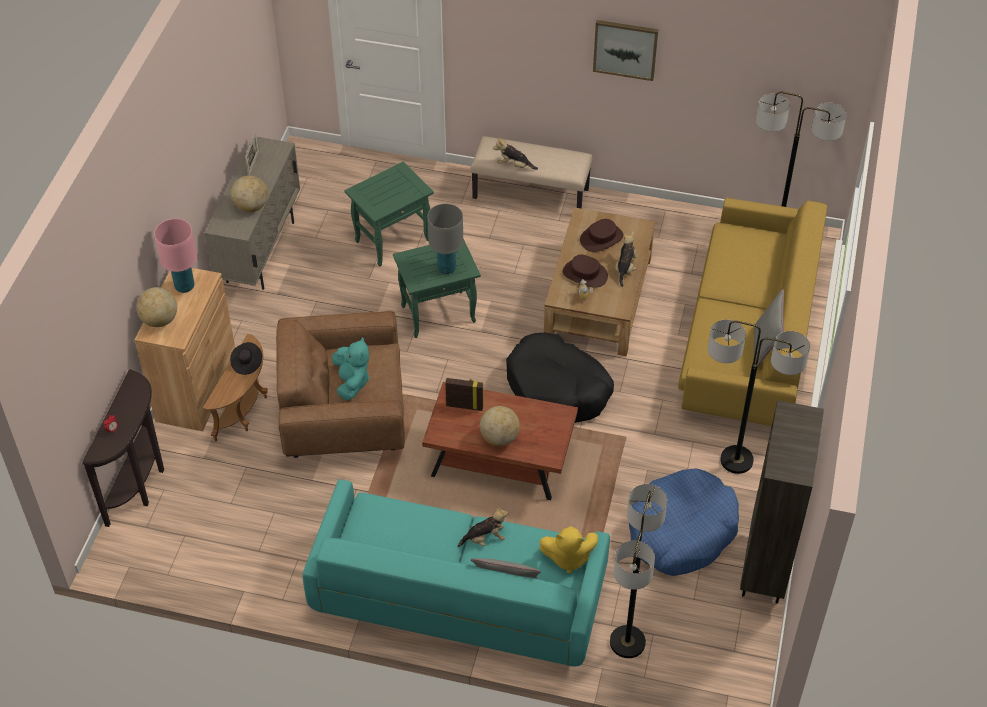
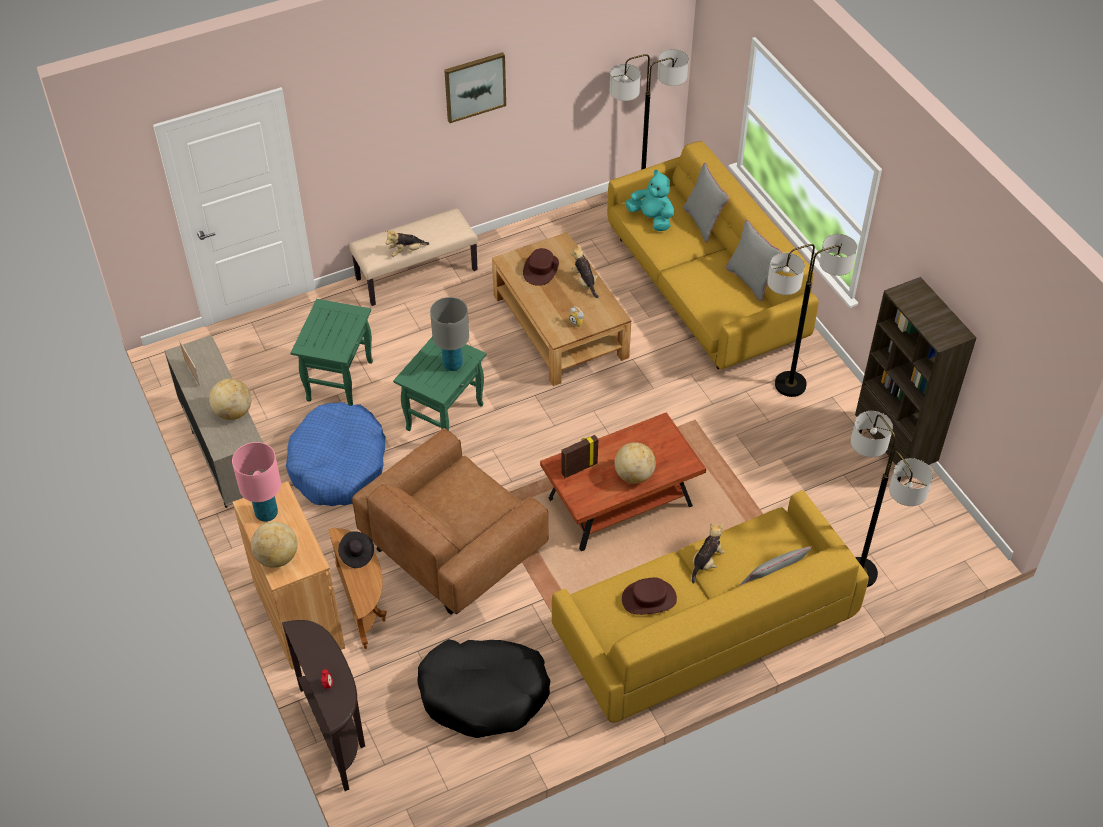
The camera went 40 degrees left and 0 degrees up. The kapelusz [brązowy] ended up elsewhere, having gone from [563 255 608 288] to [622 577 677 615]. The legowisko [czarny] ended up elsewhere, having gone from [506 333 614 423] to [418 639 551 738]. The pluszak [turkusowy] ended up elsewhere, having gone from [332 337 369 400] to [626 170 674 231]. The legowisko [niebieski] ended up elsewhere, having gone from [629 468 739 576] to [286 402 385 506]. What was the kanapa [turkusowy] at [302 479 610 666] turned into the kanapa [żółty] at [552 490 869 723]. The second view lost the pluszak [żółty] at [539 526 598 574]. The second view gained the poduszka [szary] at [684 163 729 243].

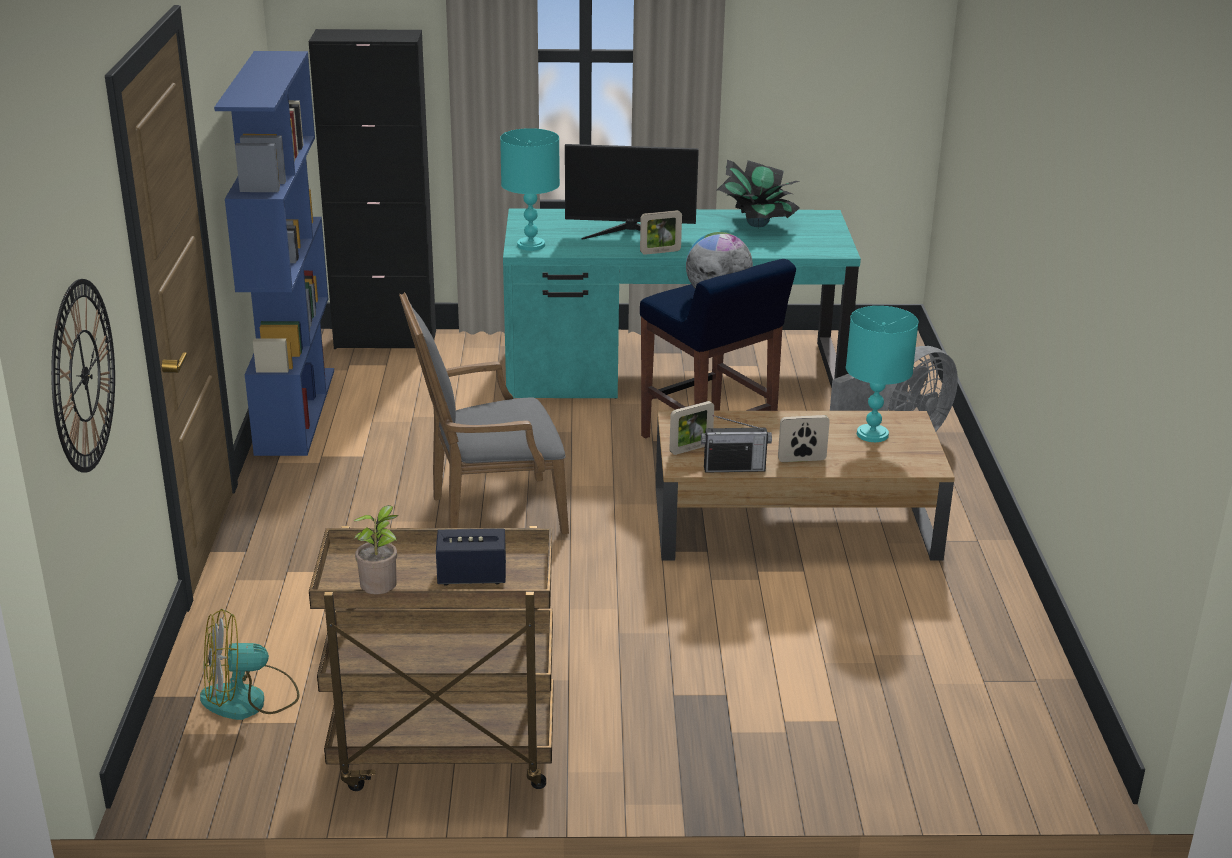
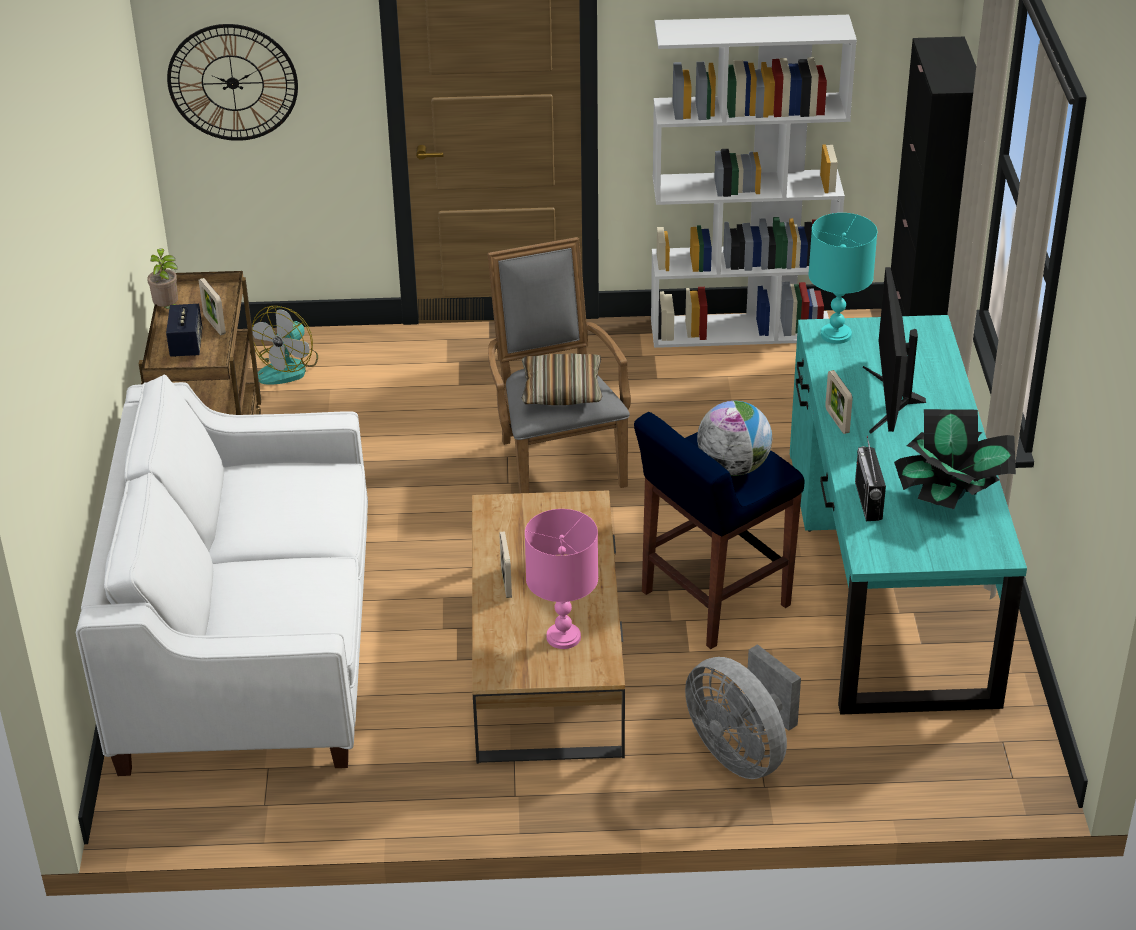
The camera went 90 degrees right and 10 degrees up. What was the regał [niebieski] at [214 51 334 456] turned into the regał [biały] at [651 15 857 348]. What was the lampa stołowa [turkusowy] at [846 306 918 442] turned into the lampa stołowa [różowy] at [525 509 598 649]. The ramka na zdjęcie ended up elsewhere, having gone from [669 401 714 455] to [199 278 226 335]. The radio ended up elsewhere, having gone from [701 415 772 473] to [855 436 886 521]. The wentylator at [200 609 300 720] ended up facing another way, 135 degrees counterclockwise from before. The second view gained the poduszka at [521 353 602 405]. The second view gained the kanapa [biały] at [76 375 368 776].

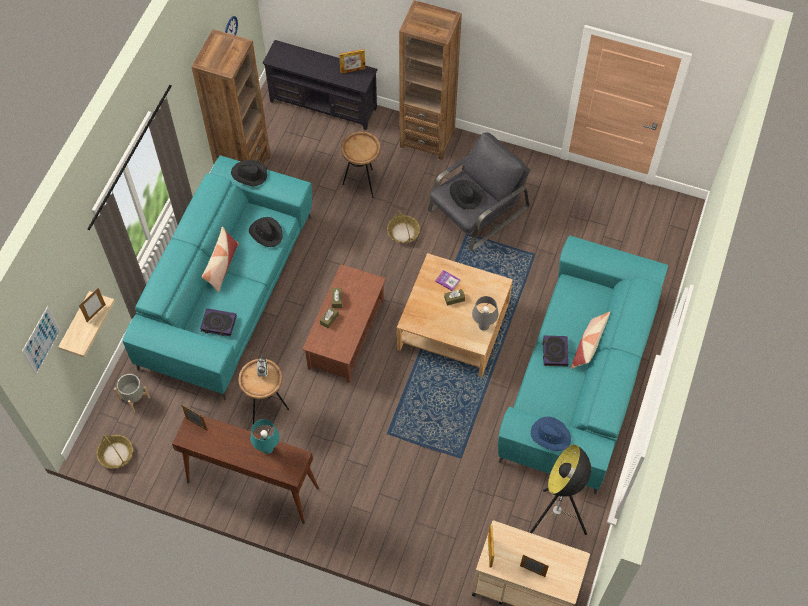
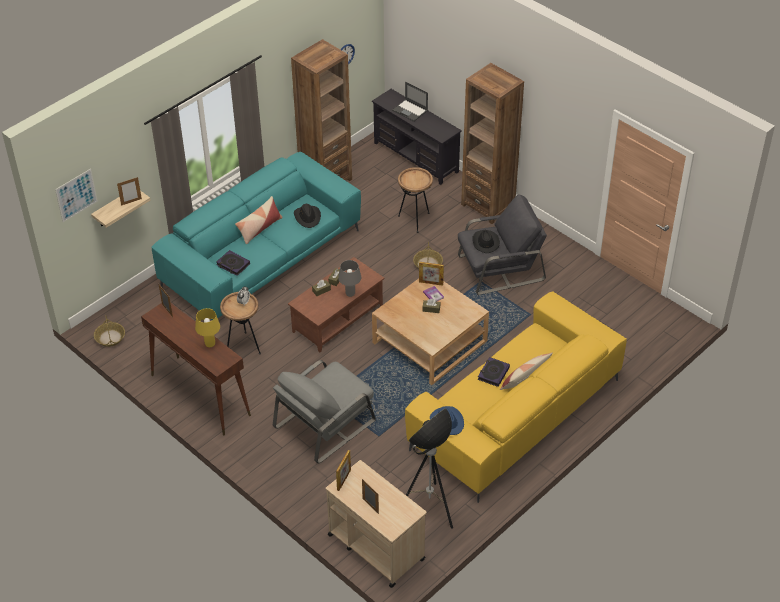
The camera went 25 degrees right and 15 degrees down. The ramka na zdjęcie ended up elsewhere, having gone from [339 49 365 73] to [419 262 444 286]. The second view lost the kapelusz [czarny] at [231 160 267 186]. What was the kanapa [turkusowy] at [498 236 668 494] turned into the kanapa [żółty] at [405 291 627 503]. The lampa stołowa [szary] ended up elsewhere, having gone from [472 296 498 331] to [338 260 361 297]. The second view lost the donica [szary] at [114 374 150 412]. What was the lampa stołowa [turkusowy] at [251 419 280 454] turned into the lampa stołowa [żółty] at [195 308 220 347]. The second view gained the laptop at [392 82 428 122]. The second view gained the fotel [szary] at [273 360 376 463].

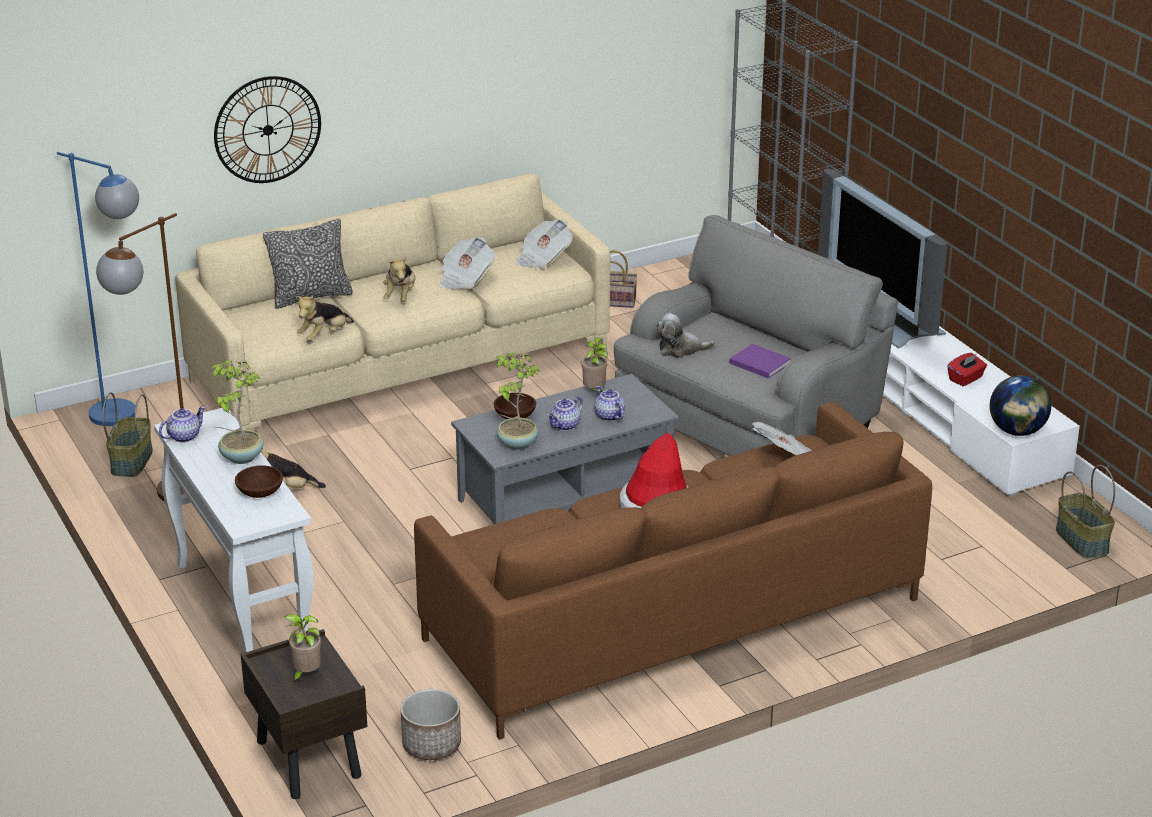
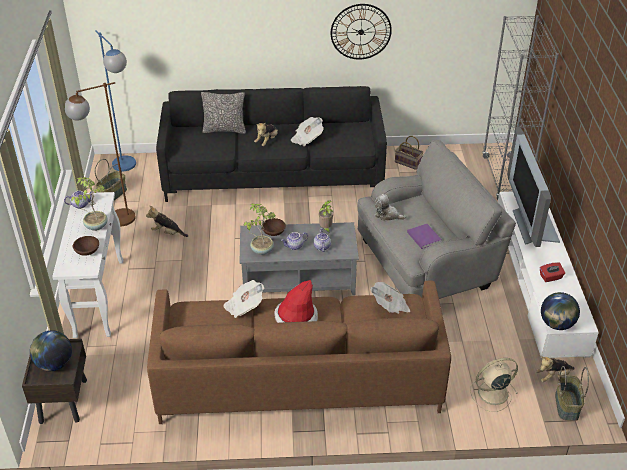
The camera went 25 degrees right and 10 degrees up. The zegar ścienny ended up elsewhere, having gone from [214 76 321 183] to [331 4 392 60]. What was the kanapa [beżowy] at [176 174 610 430] turned into the kanapa [czarny] at [156 86 387 202]. The gazeta ended up elsewhere, having gone from [515 219 573 269] to [223 280 264 318]. The pluszak ended up elsewhere, having gone from [295 296 354 341] to [536 356 575 382]. Where the roślina doniczkowa stood at [284 614 321 683], the globus came to stand at [30 330 72 371]. The second view lost the donica at [401 689 461 760]. The second view gained the wentylator [beżowy] at [470 358 518 412].

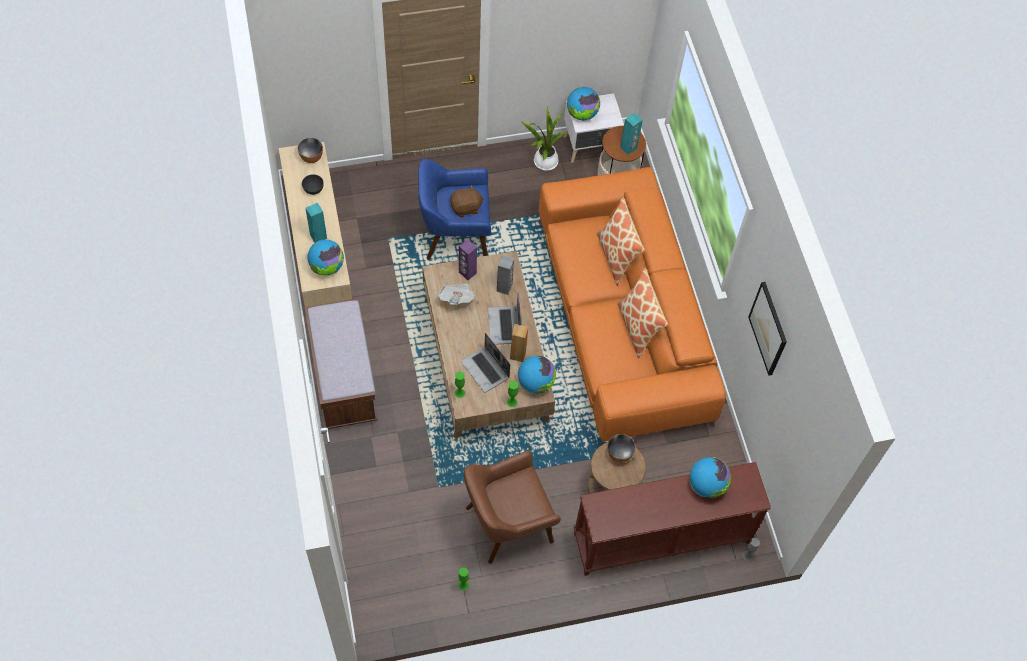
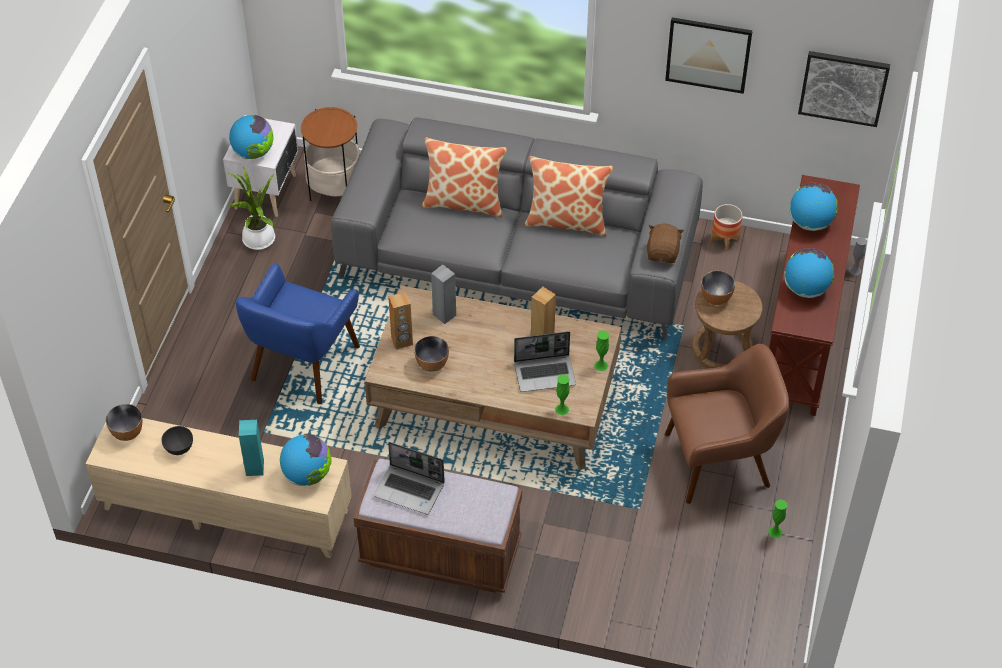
The camera went 60 degrees left and 10 degrees down. The second view lost the głośnik [turkusowy] at [620 113 643 155]. What was the kanapa [pomarańczowy] at [538 167 726 447] turned into the kanapa [szary] at [331 117 703 341]. The pluszak [brązowy] ended up elsewhere, having gone from [450 185 484 217] to [647 224 684 263]. What was the głośnik [fioletowy] at [459 239 477 280] turned into the głośnik [brązowy] at [388 292 413 349]. Where the gazeta stood at [438 283 475 305], the miska came to stand at [414 336 449 372]. The laptop ended up elsewhere, having gone from [488 293 521 344] to [374 442 445 515]. The globus ended up elsewhere, having gone from [518 355 556 394] to [784 248 834 298]. The fotel [brązowy] at [464 451 561 564] ended up facing another way, 105 degrees counterclockwise from before. The second view gained the obraz at [798 51 890 127]. The second view gained the donica at [711 204 743 251].

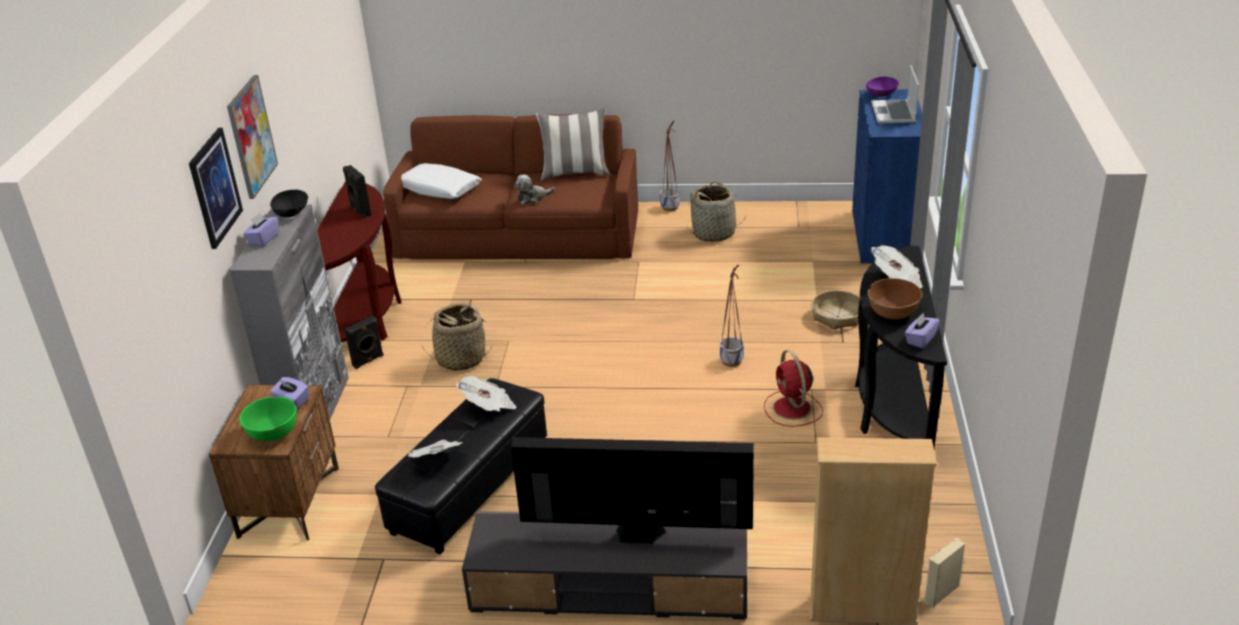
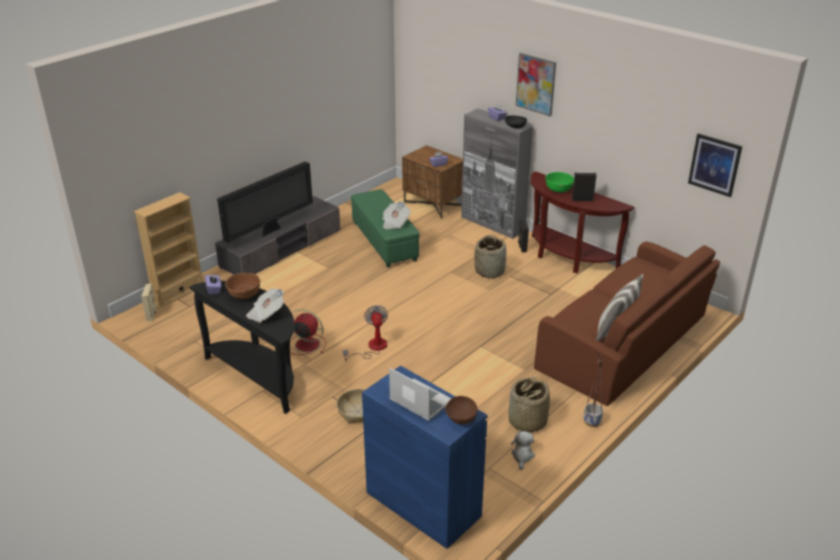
The camera went 125 degrees right and 0 degrees up. What was the miska [fioletowy] at [866 77 899 97] turned into the miska [brązowy] at [445 396 478 424]. The obraz ended up elsewhere, having gone from [189 128 243 249] to [688 133 742 197]. The second view lost the poduszka [biały] at [401 163 482 199]. The pluszak ended up elsewhere, having gone from [514 175 555 205] to [511 431 535 470]. Where the donica stood at [720 265 744 367], the wentylator came to stand at [343 305 388 361]. What was the pufa [czarny] at [375 378 547 554] turned into the pufa [zielony] at [351 189 420 268]. The miska [zielony] ended up elsewhere, having gone from [239 397 297 441] to [545 172 574 192]. The second view lost the gazeta at [408 440 463 458].

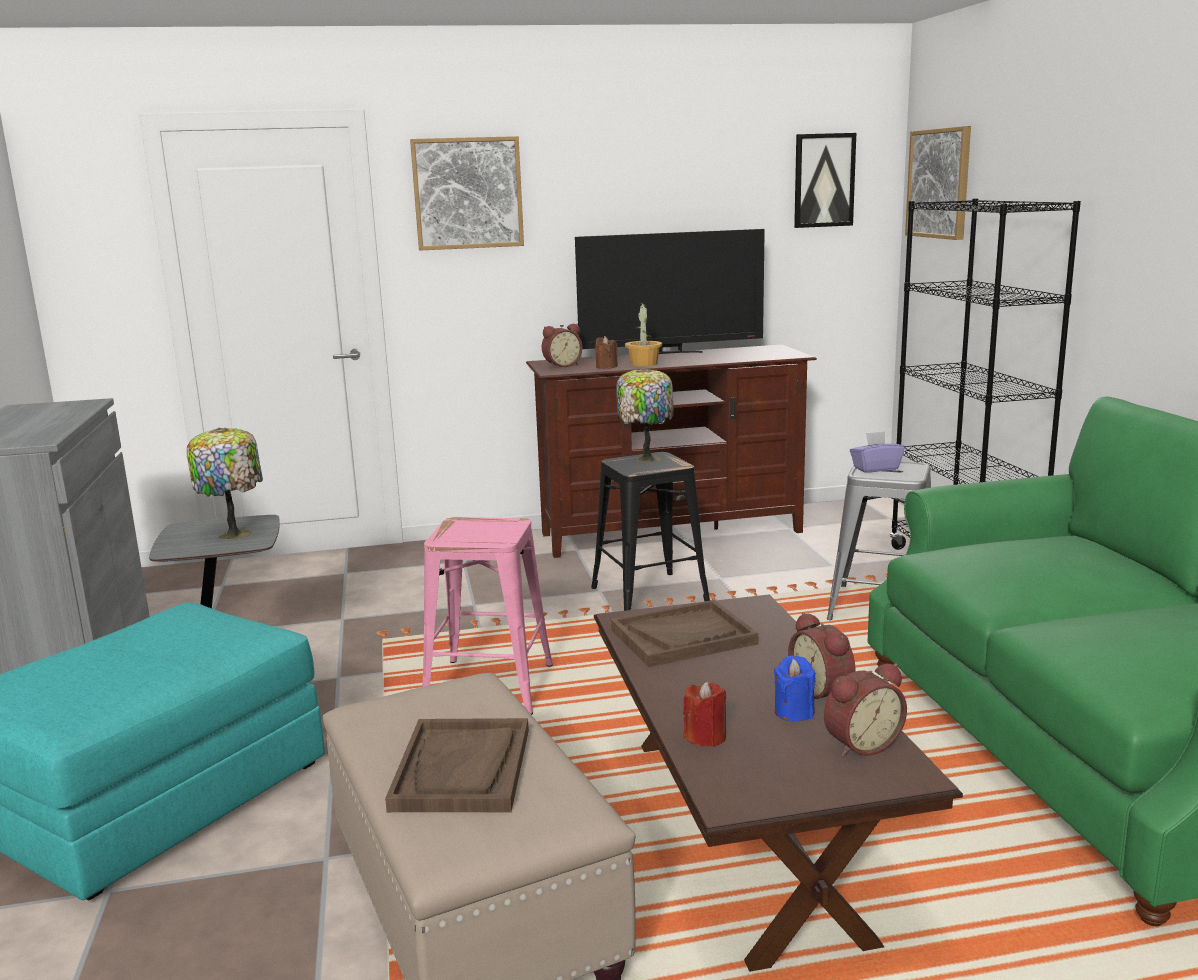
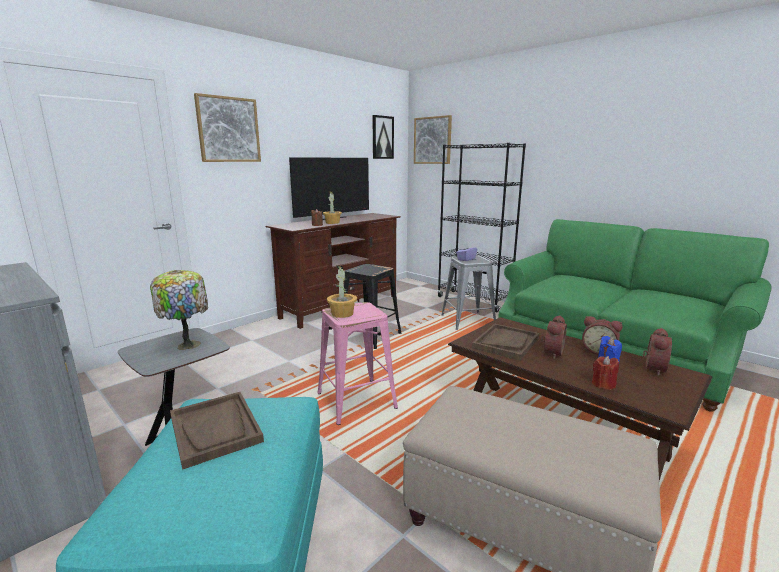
The camera went 35 degrees left and 0 degrees up. The budzik ended up elsewhere, having gone from [542 323 582 368] to [541 315 567 359]. The second view lost the lampa stołowa at [616 368 674 463]. The taca [brązowy] ended up elsewhere, having gone from [385 718 529 812] to [170 392 264 470]. The second view gained the roślina doniczkowa at [327 266 357 318].

